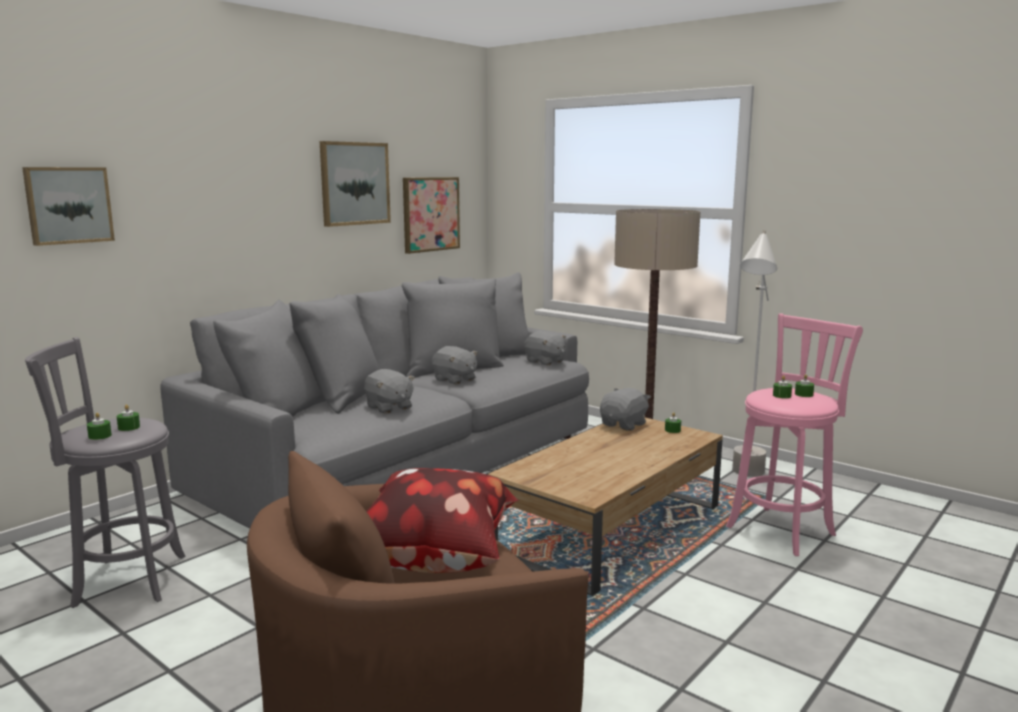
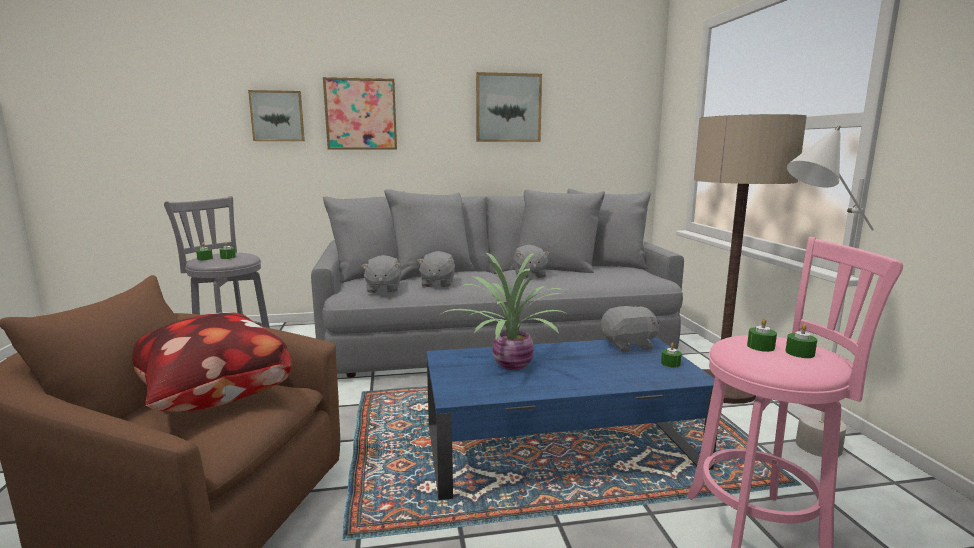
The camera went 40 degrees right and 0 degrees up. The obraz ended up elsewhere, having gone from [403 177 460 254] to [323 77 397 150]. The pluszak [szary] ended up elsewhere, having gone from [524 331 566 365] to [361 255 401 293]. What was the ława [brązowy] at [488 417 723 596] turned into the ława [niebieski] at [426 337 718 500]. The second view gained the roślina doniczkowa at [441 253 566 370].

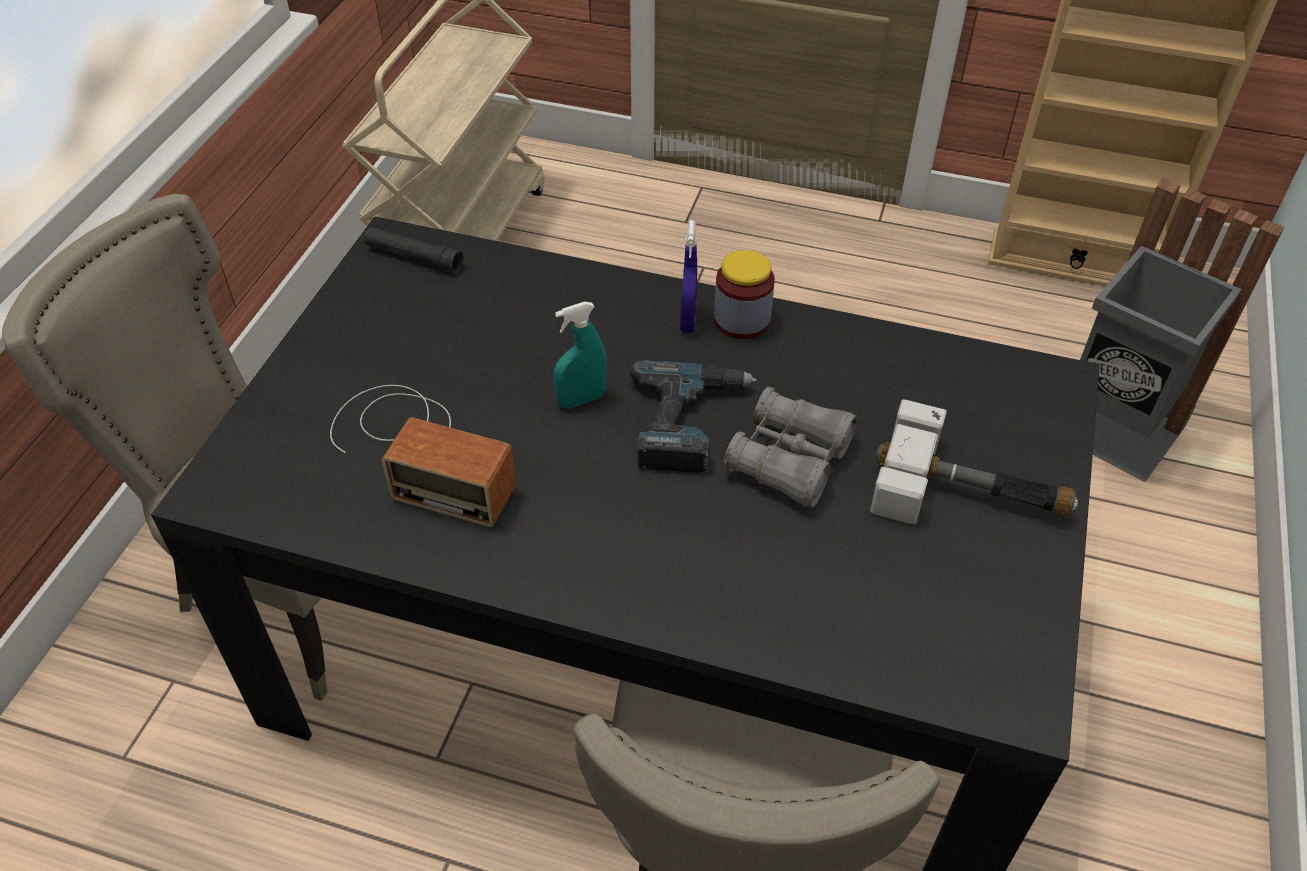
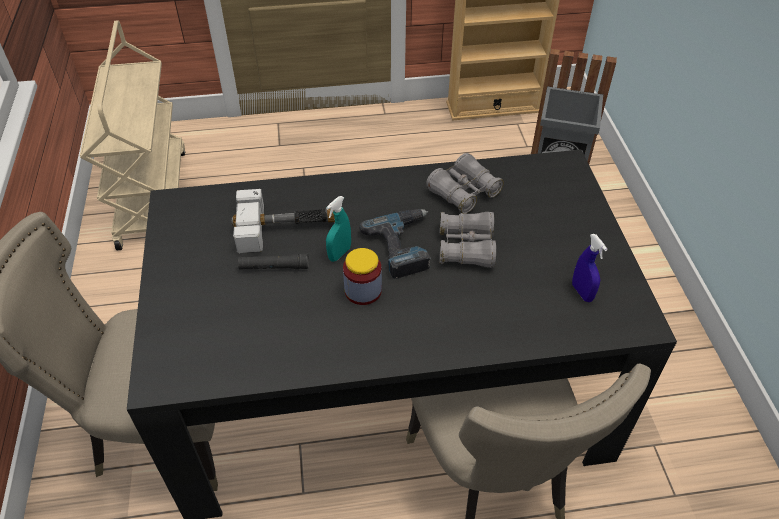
The camera went 25 degrees left and 0 degrees up. The spryskiwacz [niebieski] ended up elsewhere, having gone from [680 220 697 333] to [572 234 607 302]. The latarka [czarny] ended up elsewhere, having gone from [364 227 463 273] to [238 254 309 269]. The słoik ended up elsewhere, having gone from [714 250 775 339] to [343 248 382 305]. The second view lost the radio at [330 385 516 527]. The młotek ended up elsewhere, having gone from [870 399 1079 525] to [231 189 335 253]. The second view gained the lornetka [szary] at [426 153 504 214].

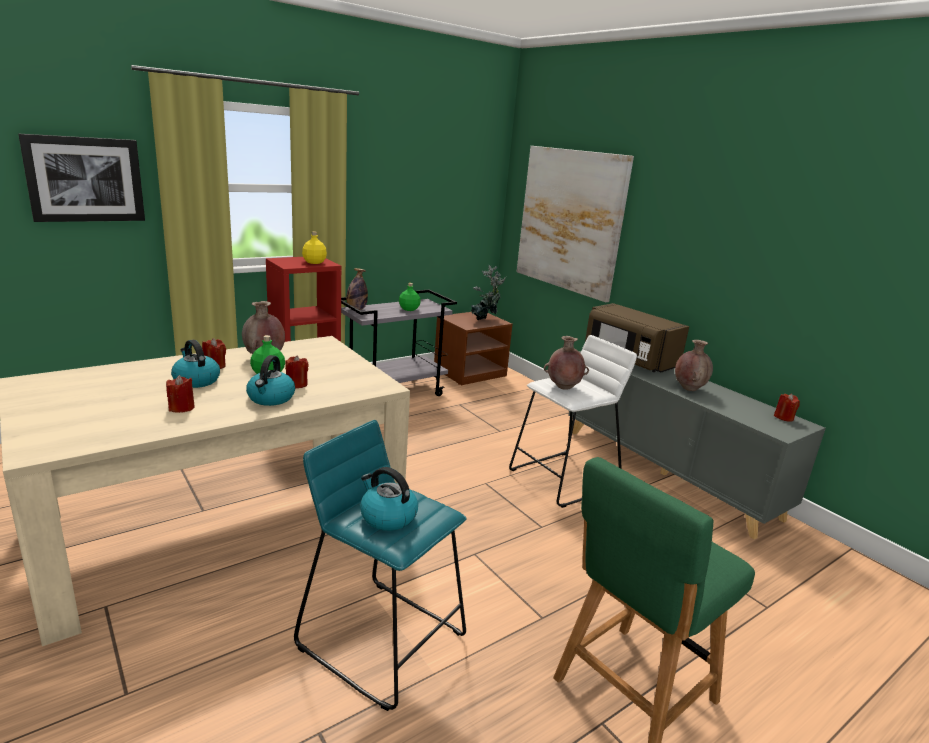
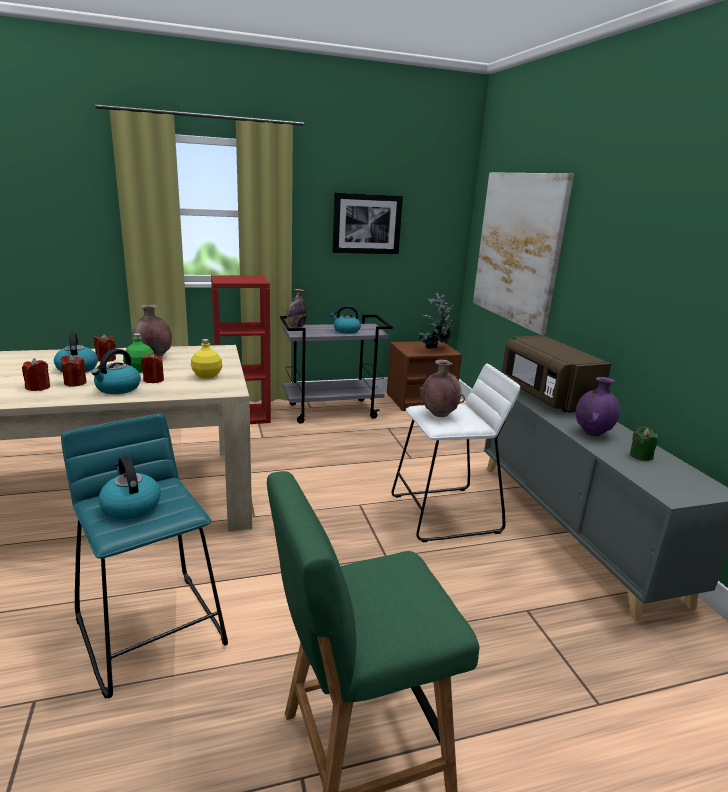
The camera went 20 degrees right and 0 degrees up. The obraz ended up elsewhere, having gone from [18 134 145 222] to [332 192 403 254]. The butelka [żółty] ended up elsewhere, having gone from [302 232 327 264] to [191 339 222 379]. Where the butelka [zielony] stood at [399 283 421 311], the czajnik came to stand at [330 305 361 334]. What was the wazon [brązowy] at [675 340 713 391] turned into the wazon [fioletowy] at [576 377 620 436]. The świeca [czerwony] ended up elsewhere, having gone from [774 394 800 422] to [61 355 87 387]. The second view gained the świeca [zielony] at [630 426 658 461].

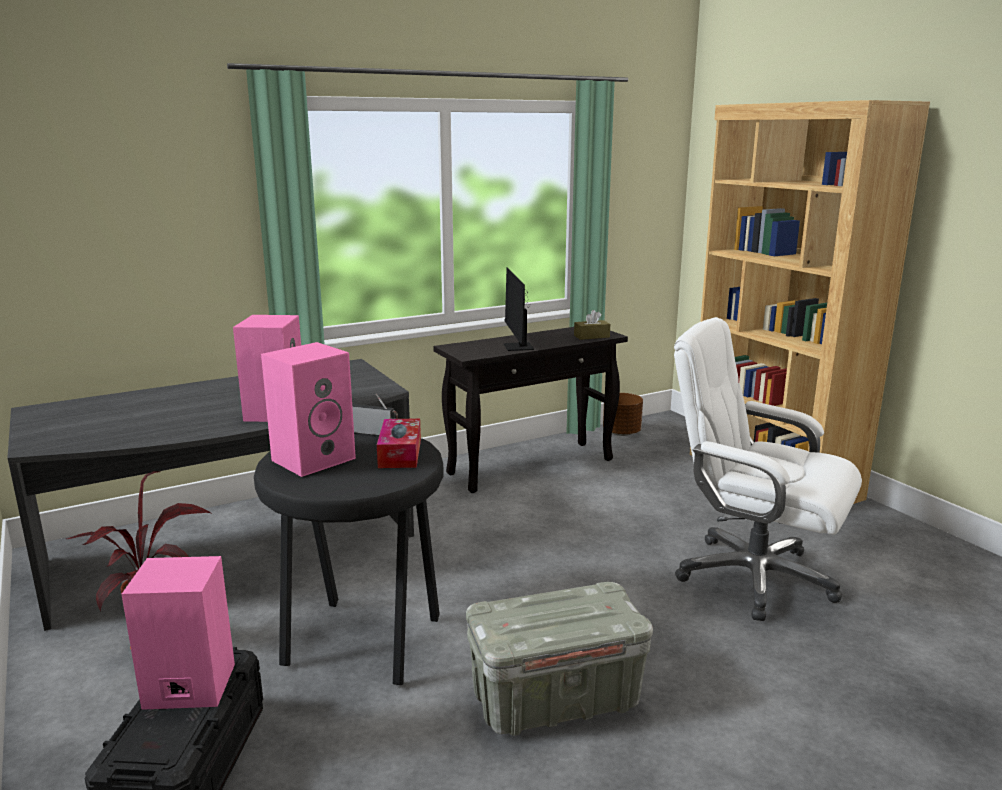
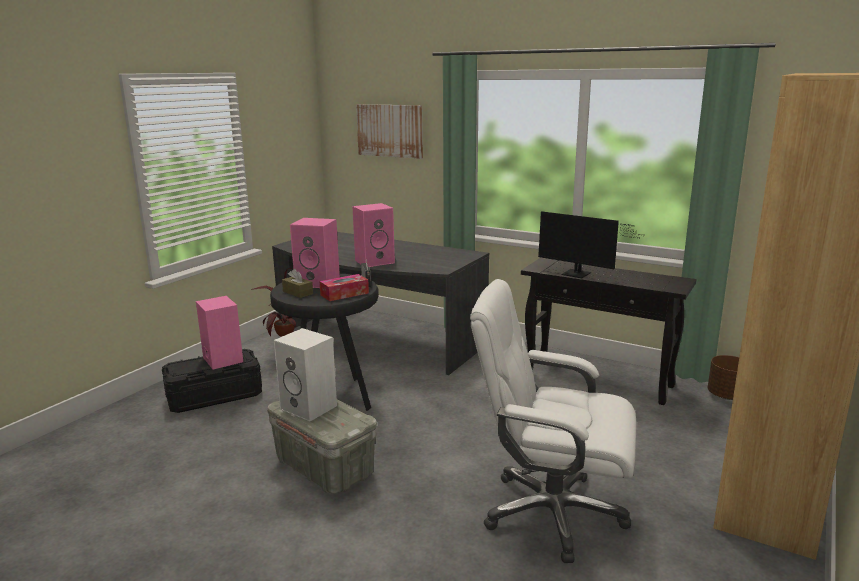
The camera went 60 degrees right and 0 degrees up. The monitor at [504 267 534 351] ended up facing another way, 105 degrees counterclockwise from before. The pudełko chusteczek [brązowy] ended up elsewhere, having gone from [574 310 610 340] to [282 269 313 298]. The krzesło biurowe [biały] at [674 317 862 621] ended up facing another way, 75 degrees counterclockwise from before. The second view gained the obraz at [356 104 423 159]. The second view gained the głośnik [biały] at [274 328 337 421].

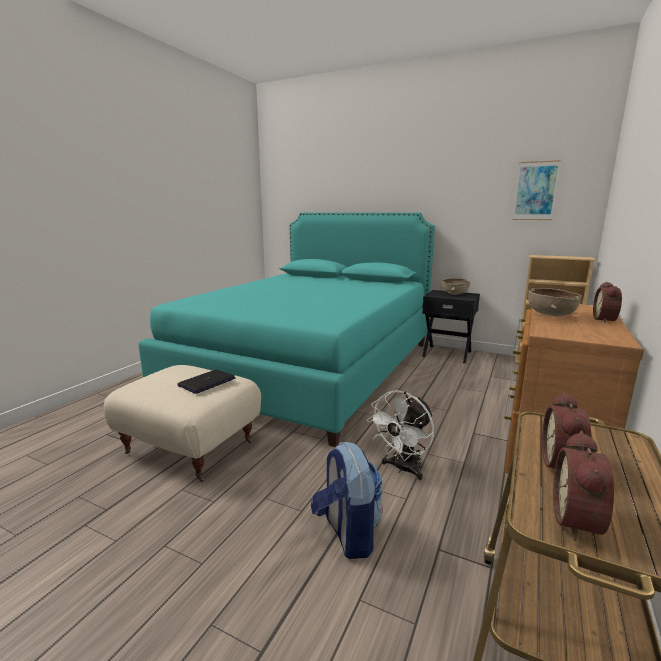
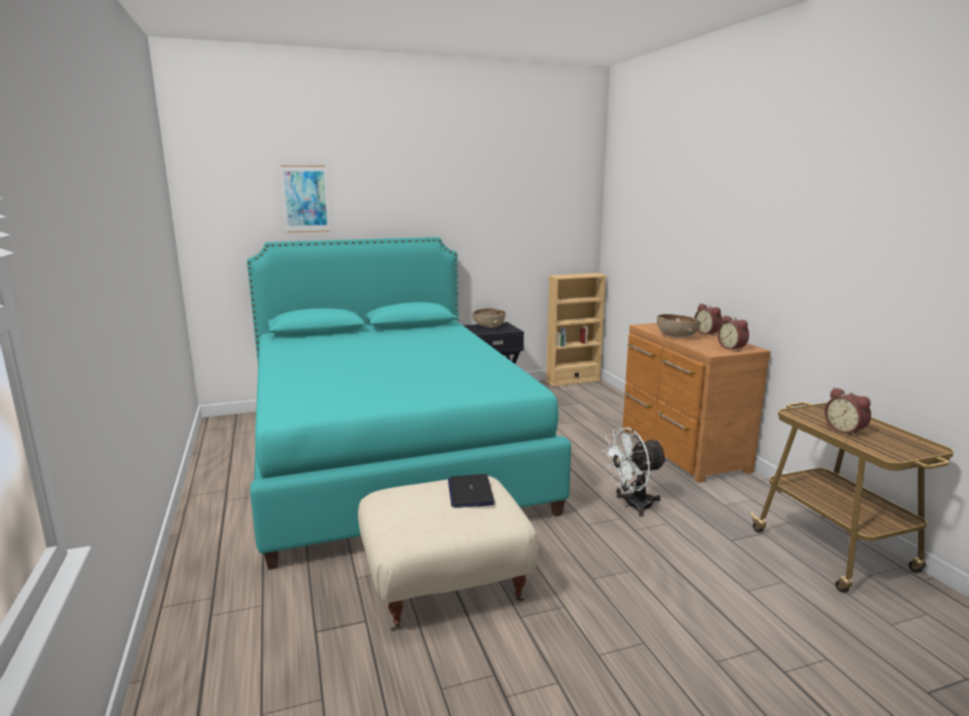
The camera went 45 degrees left and 0 degrees up. The obraz ended up elsewhere, having gone from [512 160 561 220] to [281 165 330 233]. The wentylator [biały] at [367 390 434 480] ended up facing another way, 75 degrees clockwise from before. The budzik ended up elsewhere, having gone from [553 431 614 541] to [717 315 749 351]. The second view lost the plecak at [311 442 383 559].

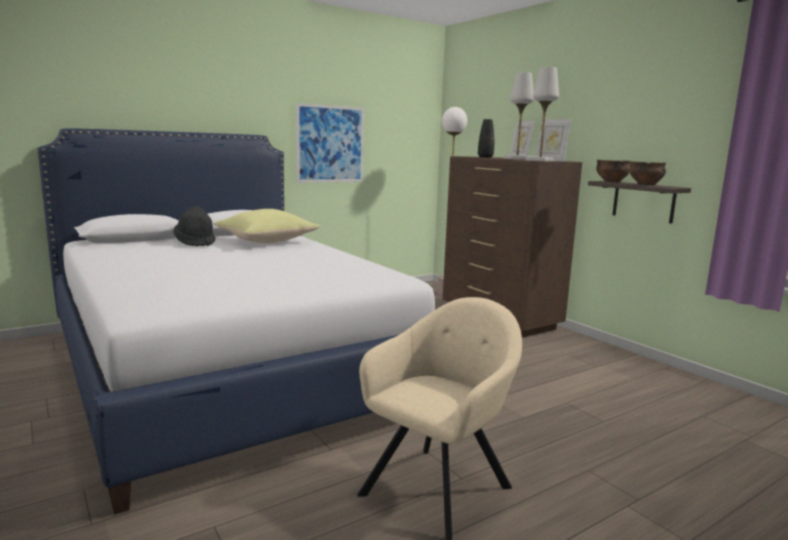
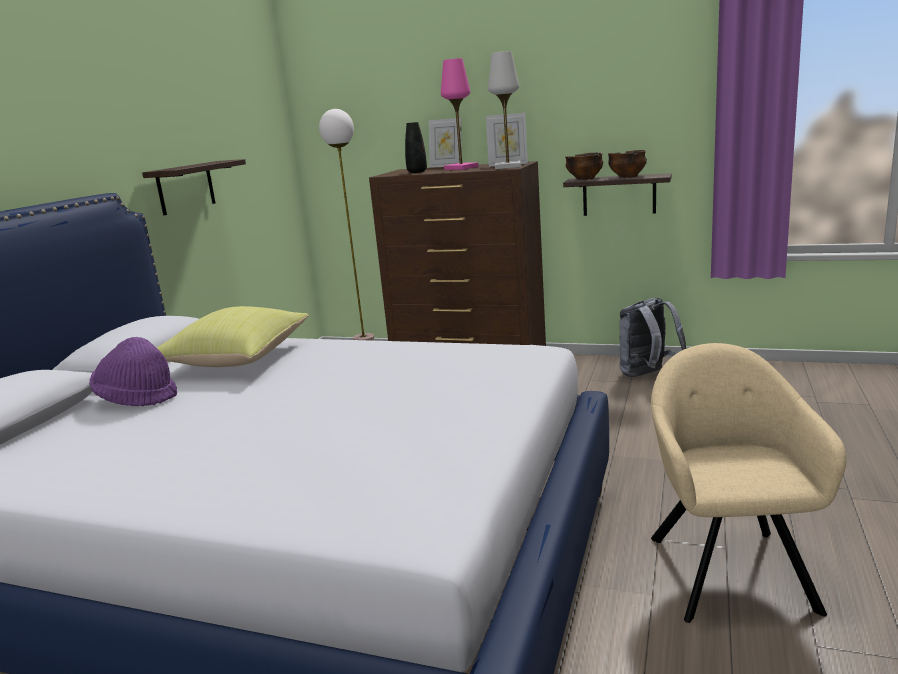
The camera went 35 degrees left and 5 degrees up. What was the lampa stołowa [biały] at [504 72 534 159] turned into the lampa stołowa [różowy] at [441 58 478 170]. Where the obraz hung at [296 103 364 183], the półka came to hang at [142 159 246 215]. What was the kapelusz [czarny] at [173 206 215 246] turned into the kapelusz [fioletowy] at [89 337 177 406]. The second view gained the plecak [szary] at [619 298 686 377].

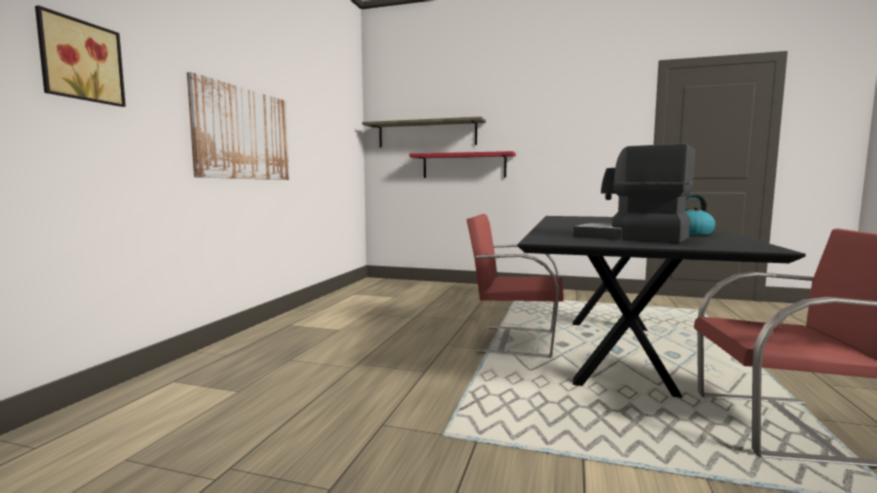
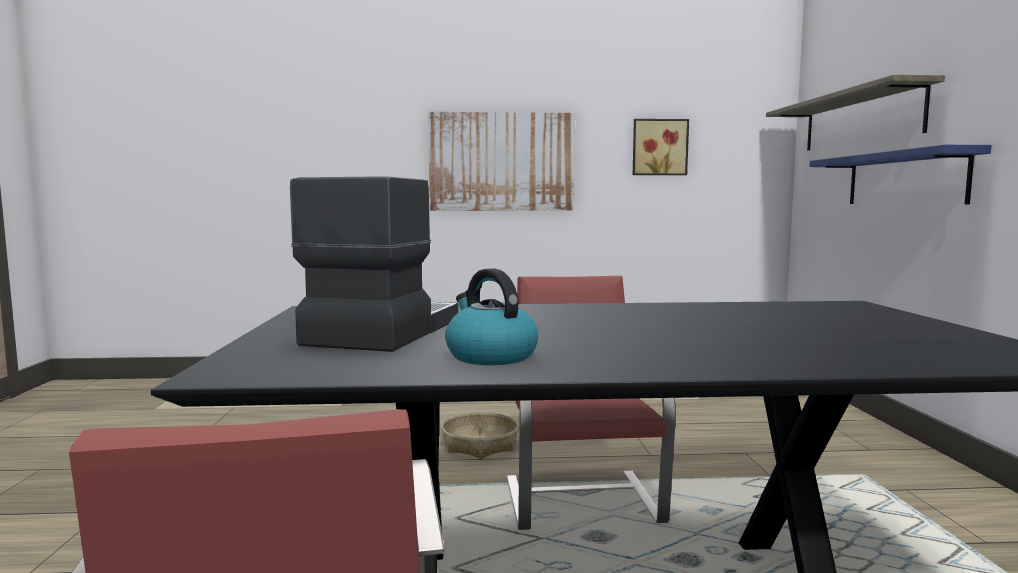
The camera went 70 degrees right and 0 degrees up. The obraz ended up elsewhere, having gone from [35 5 126 107] to [633 119 689 175]. What was the półka [czerwony] at [409 151 516 178] turned into the półka [niebieski] at [810 145 992 205]. The second view gained the koszyk at [441 412 519 459].

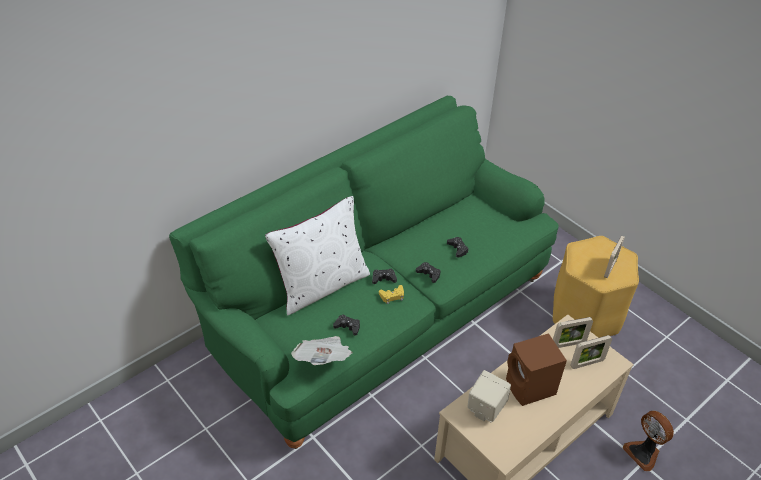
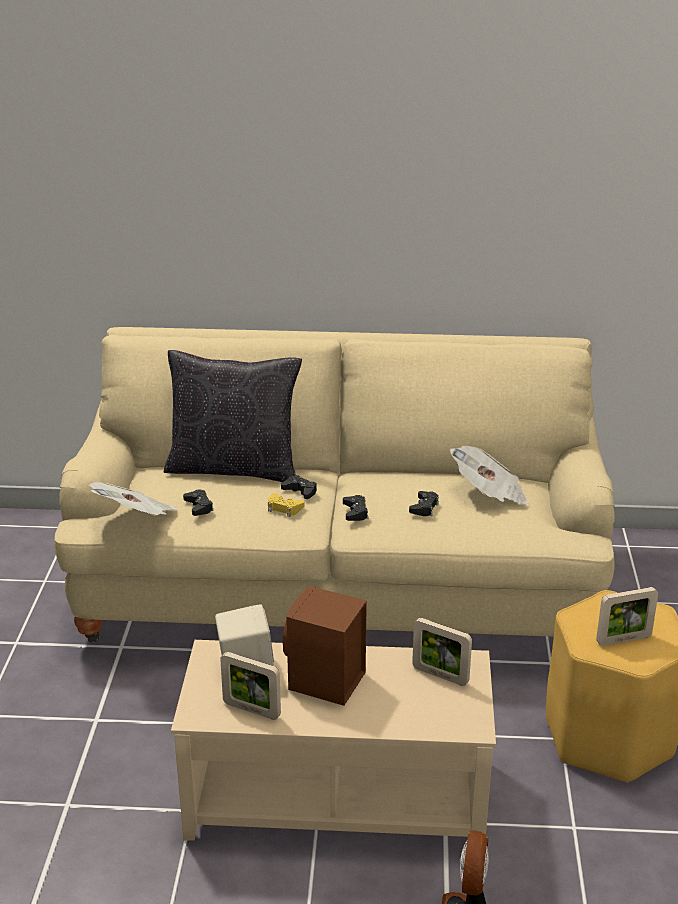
The camera went 45 degrees right and 15 degrees down. What was the kanapa [zielony] at [169 96 559 449] turned into the kanapa [beżowy] at [54 327 615 642]. What was the poduszka [biały] at [265 196 370 316] turned into the poduszka [czarny] at [164 350 302 482]. The ramka na zdjęcie ended up elsewhere, having gone from [571 335 612 369] to [220 652 281 720]. The second view gained the gazeta at [450 446 529 505].

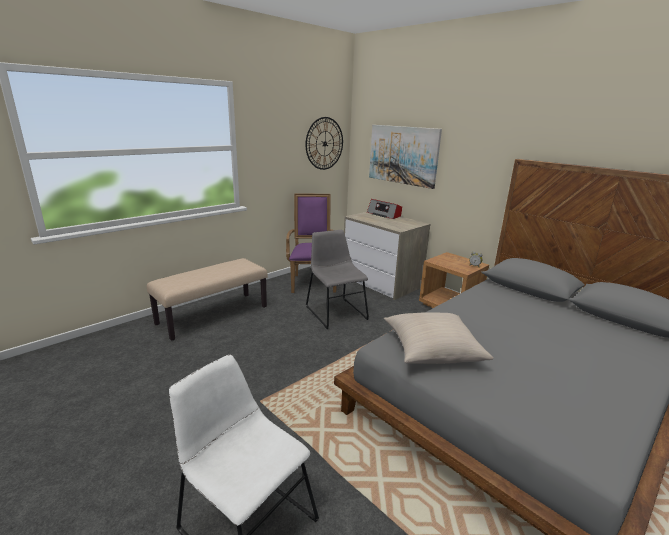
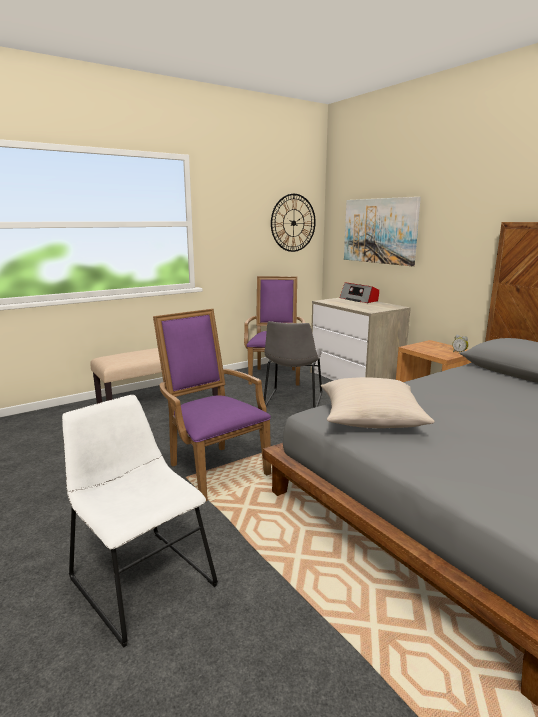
The camera went 10 degrees right and 5 degrees down. The krzesło [szary] at [306 230 369 329] ended up facing another way, 150 degrees counterclockwise from before. The second view gained the fotel [fioletowy] at [153 309 271 501].

